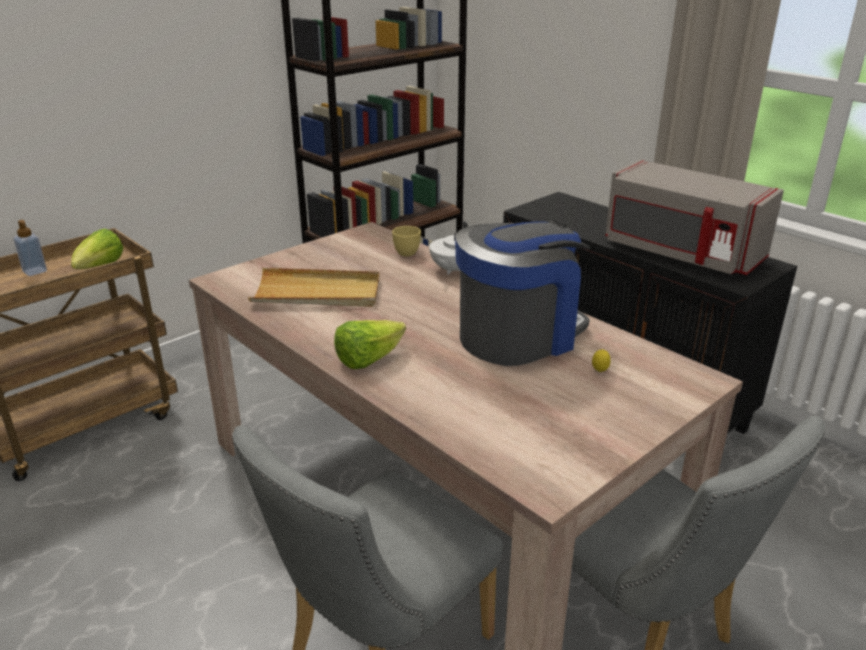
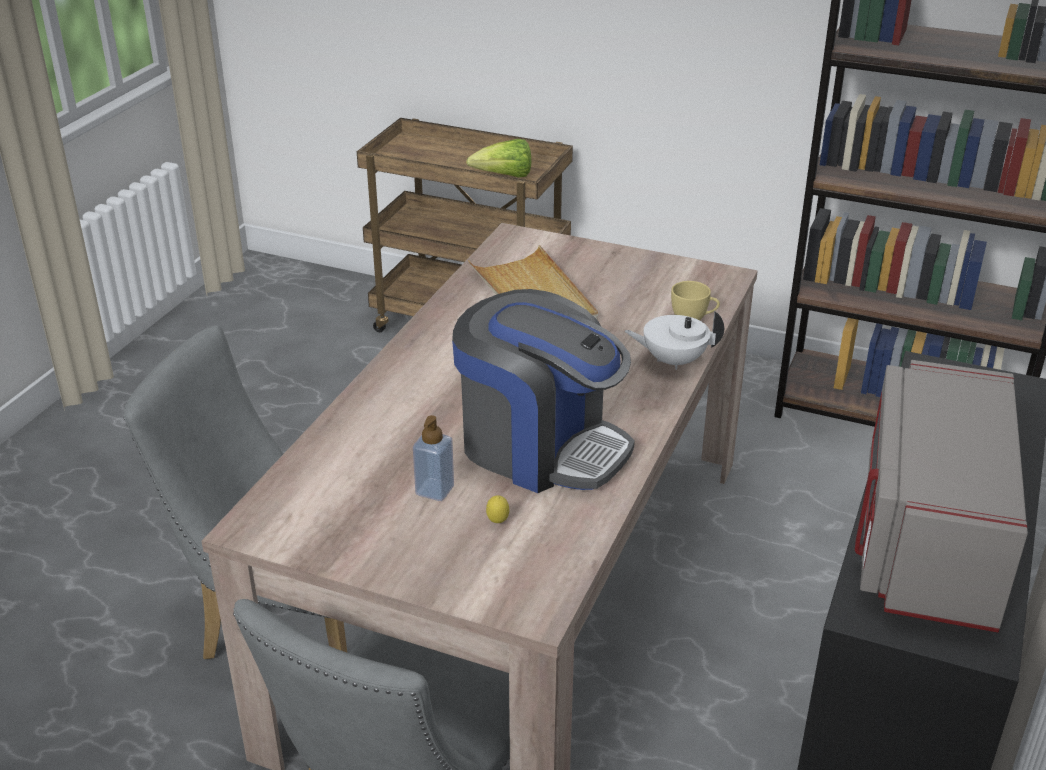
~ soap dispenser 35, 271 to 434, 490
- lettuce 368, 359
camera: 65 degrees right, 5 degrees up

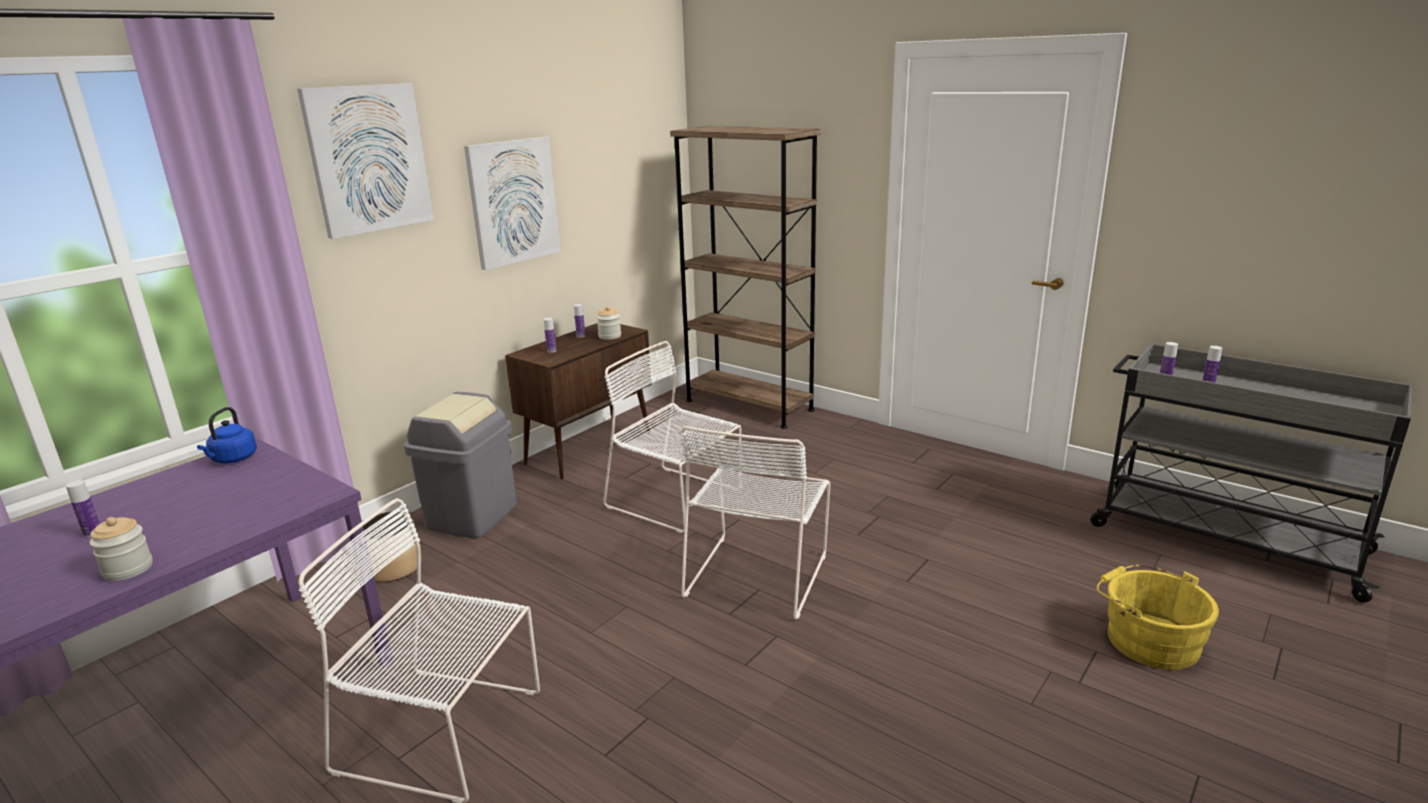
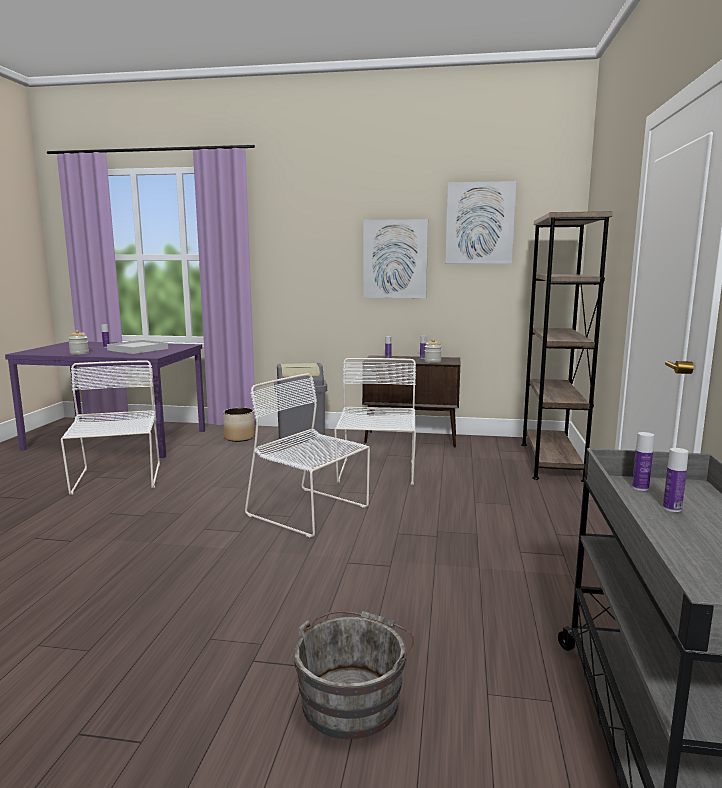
~ wall picture 368, 159 to 479, 223
- water kettle (blue-coloured) 233, 459
~ plain chair (white) 758, 572 = 310, 512 45 degrees clockwise
~ pail (yellowish) 1147, 639 to pail (grey) 353, 698
+ tray (white) 138, 349
camera: 60 degrees right, 10 degrees down

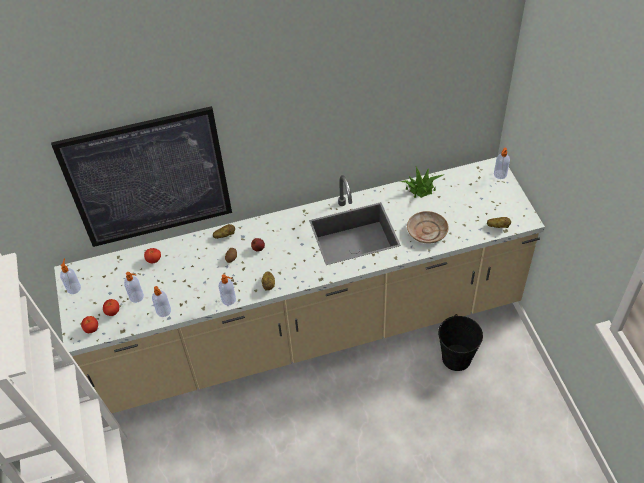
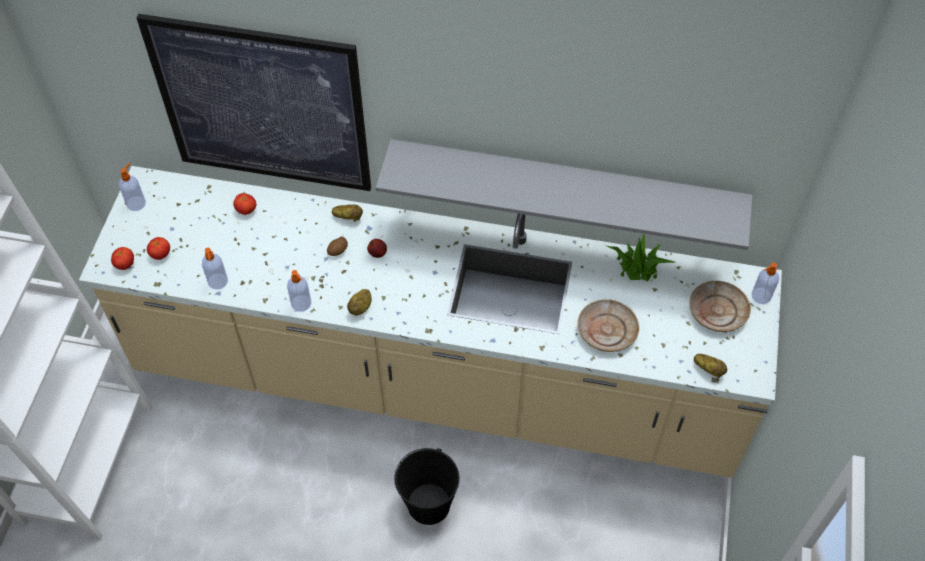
- soap dispenser 137, 297
~ pail (black-coloured) 456, 358 to 429, 504
+ bracket shelf (grey) 566, 185
+ plate (beige) 717, 311
camera: 25 degrees right, 5 degrees up

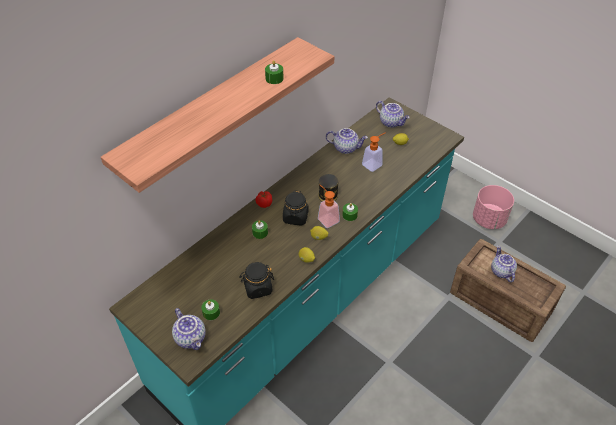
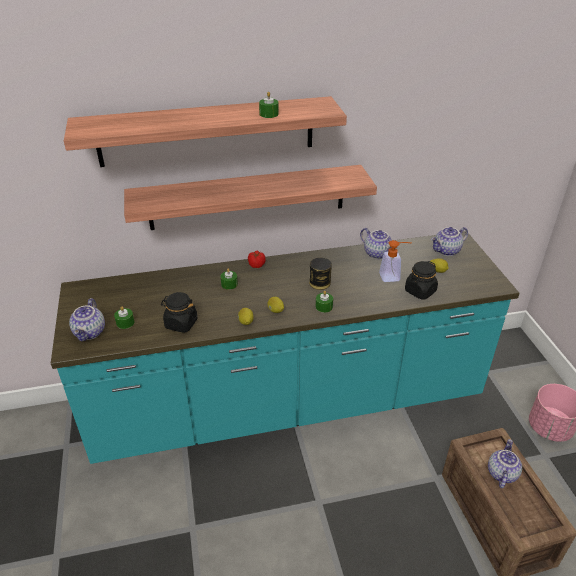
~ tea pot 391, 122 = 447, 251 75 degrees clockwise
- soap dispenser 326, 218
~ jar (black-coloured) 295, 217 to 420, 291
+ bracket shelf 247, 197
camera: 35 degrees right, 10 degrees down

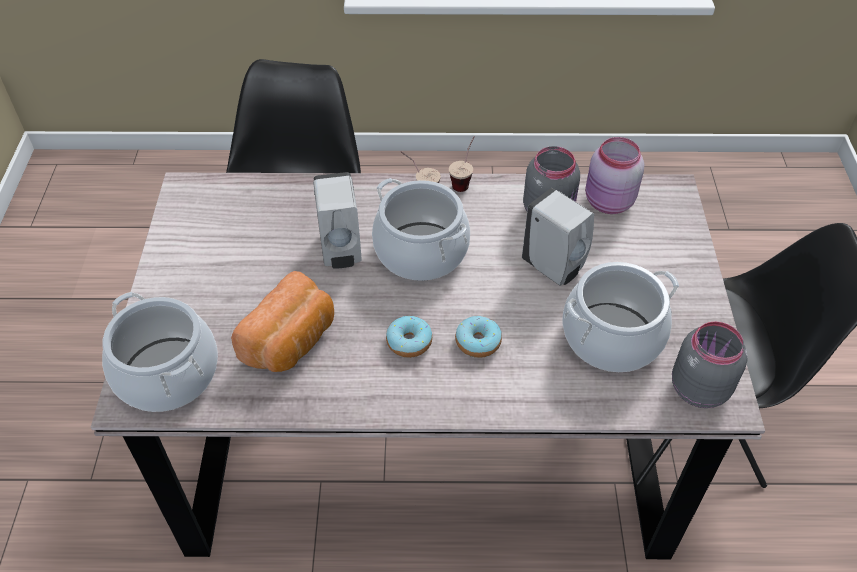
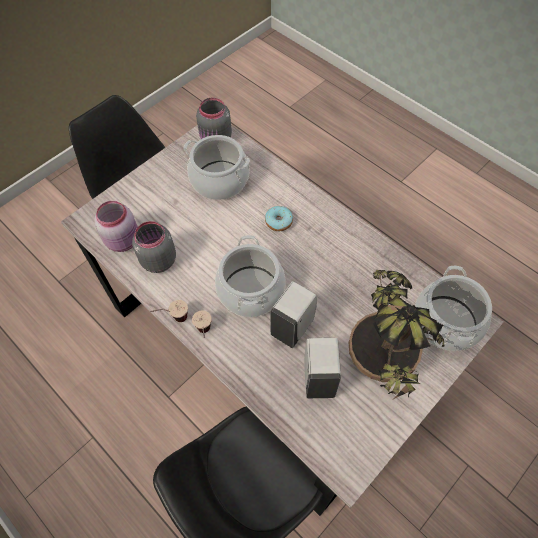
~ soap dispenser (white) 554, 268 to 318, 377
- bakery bread 292, 341
- ring doughnut 409, 342
+ potted plant 375, 376
camera: 135 degrees left, 10 degrees up

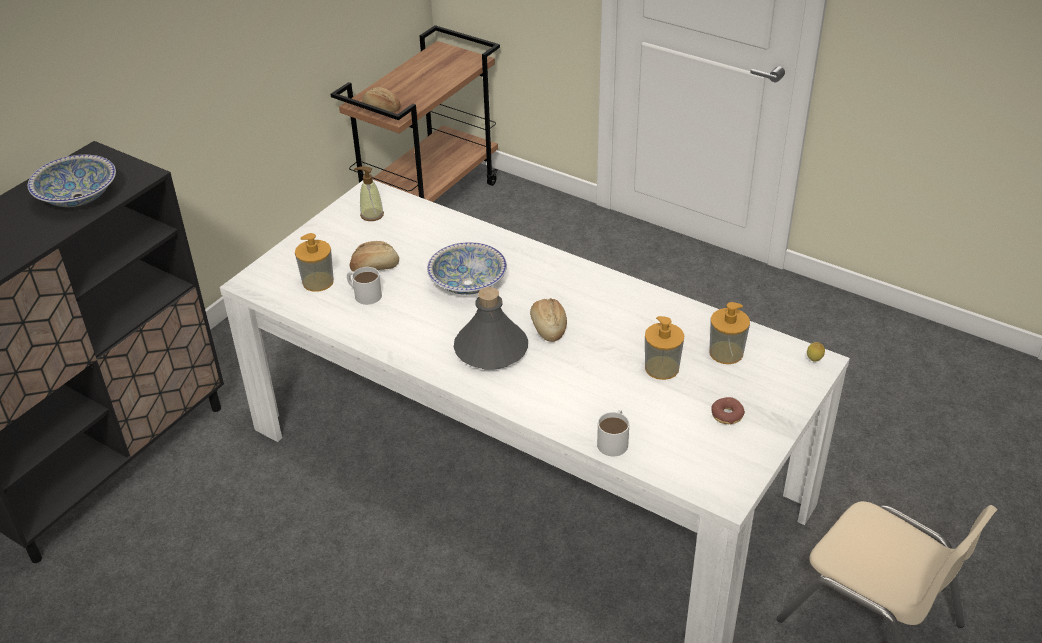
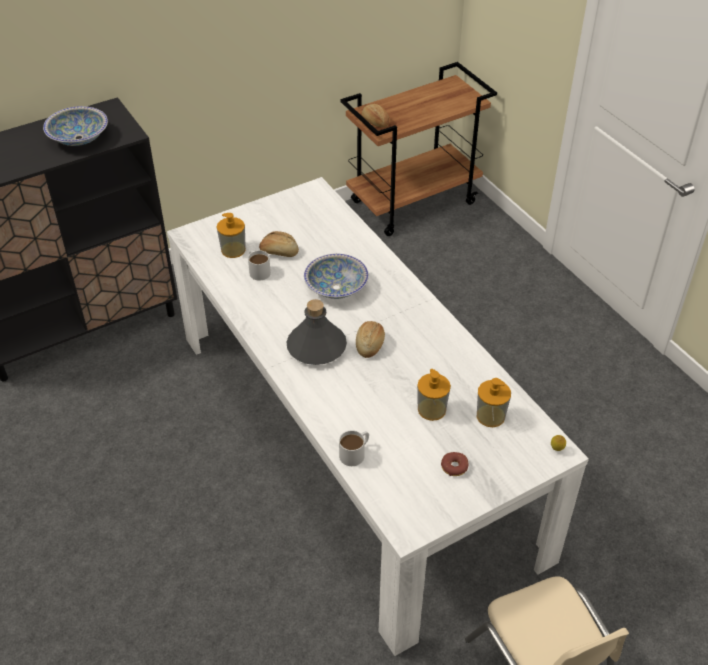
- soap dispenser 371, 215
camera: 25 degrees right, 5 degrees up

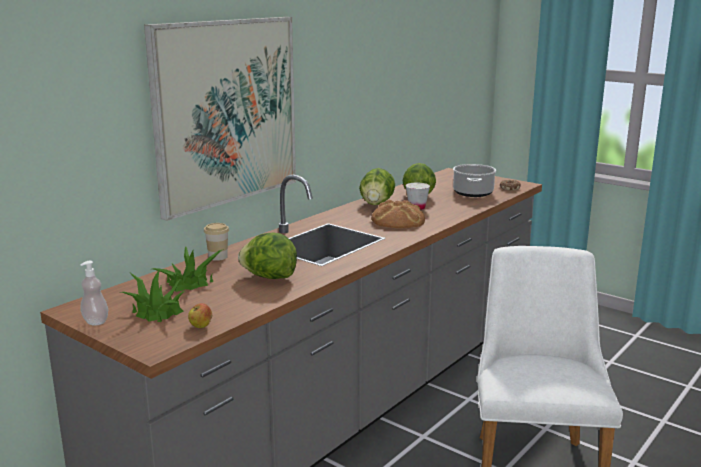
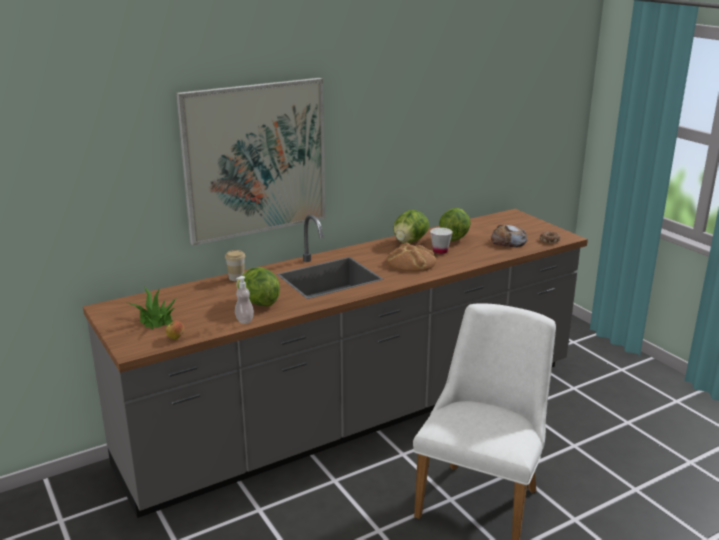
~ cooking pot 473, 193 to bakery bread 508, 241
- potted plant 189, 282
~ soap dispenser 95, 321 to 244, 320
camera: 20 degrees right, 5 degrees up

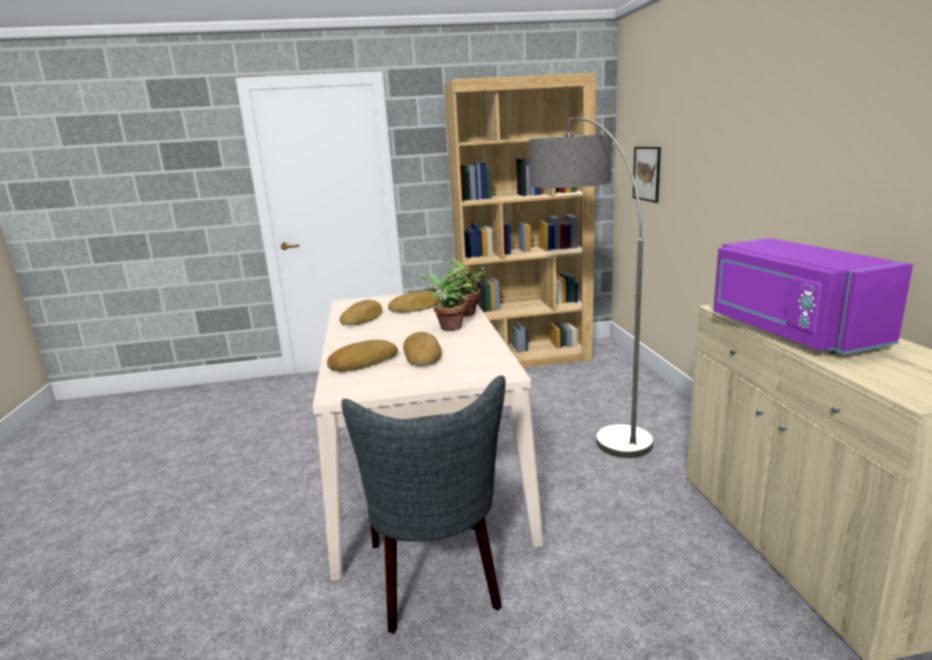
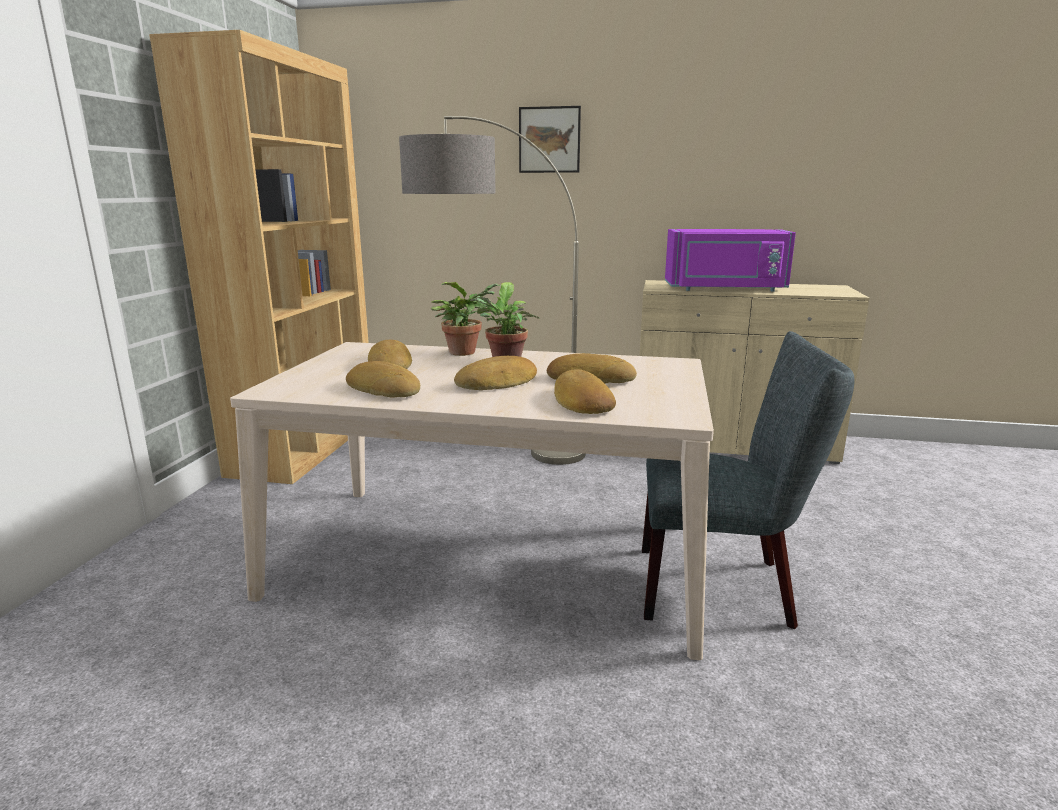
~ wall picture 647, 173 to 549, 140
+ bakery bread 498, 383
camera: 70 degrees left, 0 degrees up

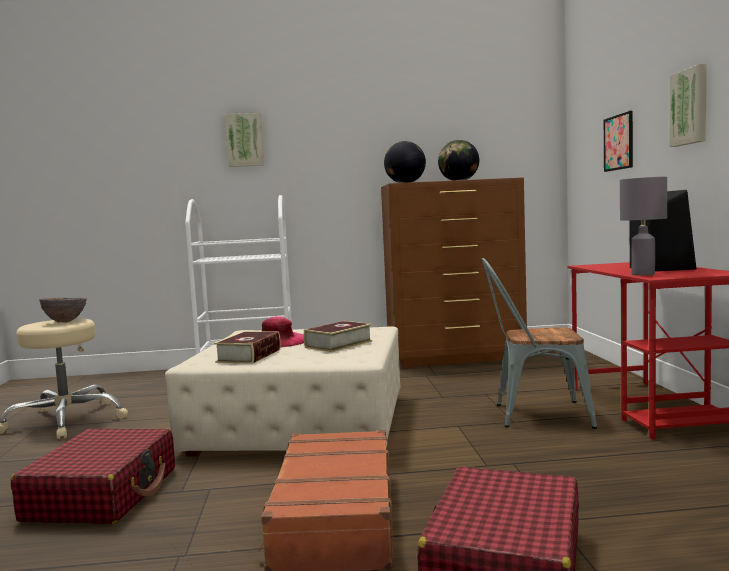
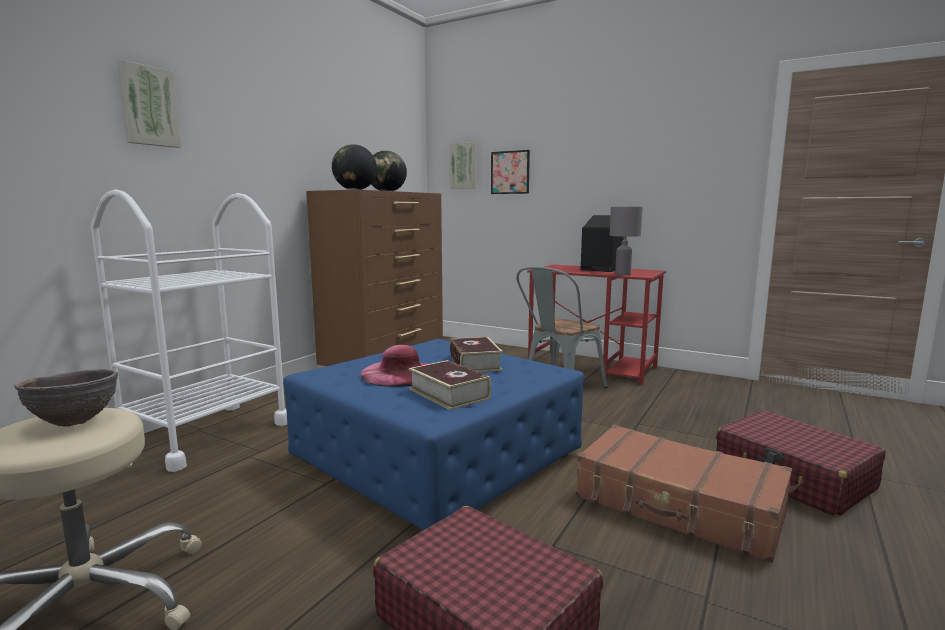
~ wall picture 690, 107 to 464, 166
~ pouffe (beige) 299, 423 to pouffe (blue-coloured) 437, 458
camera: 55 degrees left, 5 degrees up

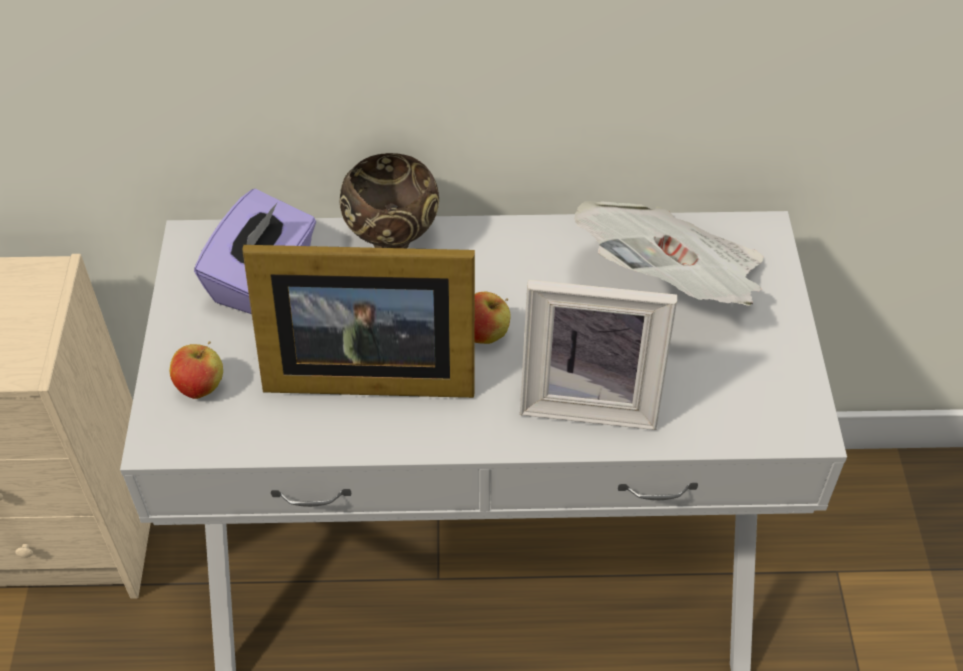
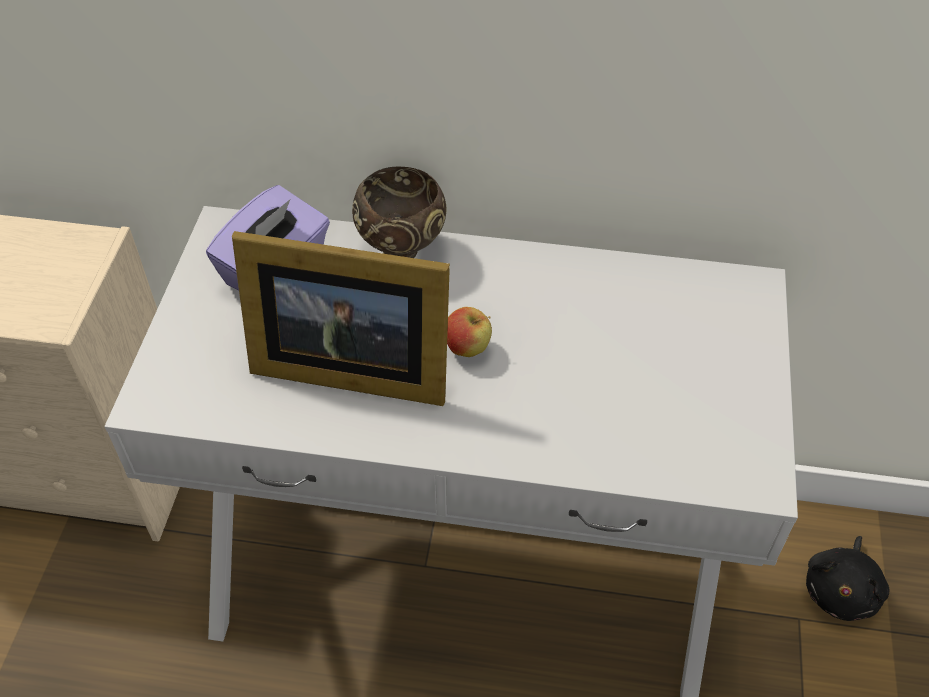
- newspaper 672, 285
- photo frame 590, 398
- apple 201, 387
+ cuddly toy (black-coloured) 841, 590
camera: 10 degrees right, 0 degrees up

